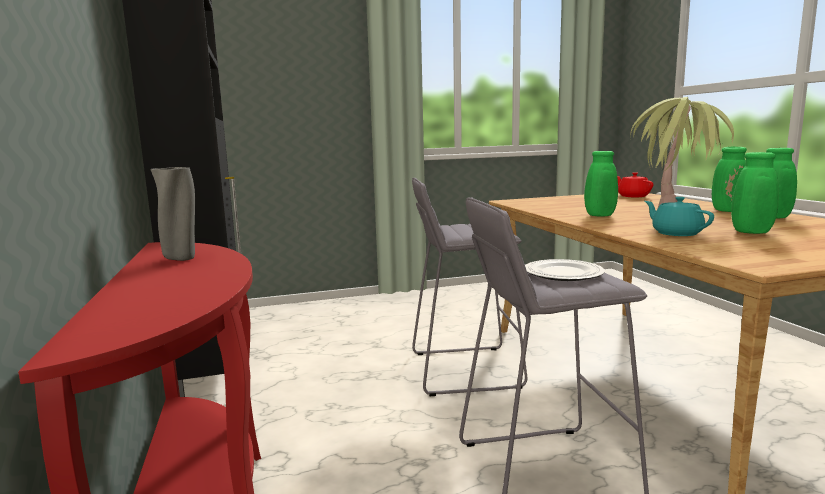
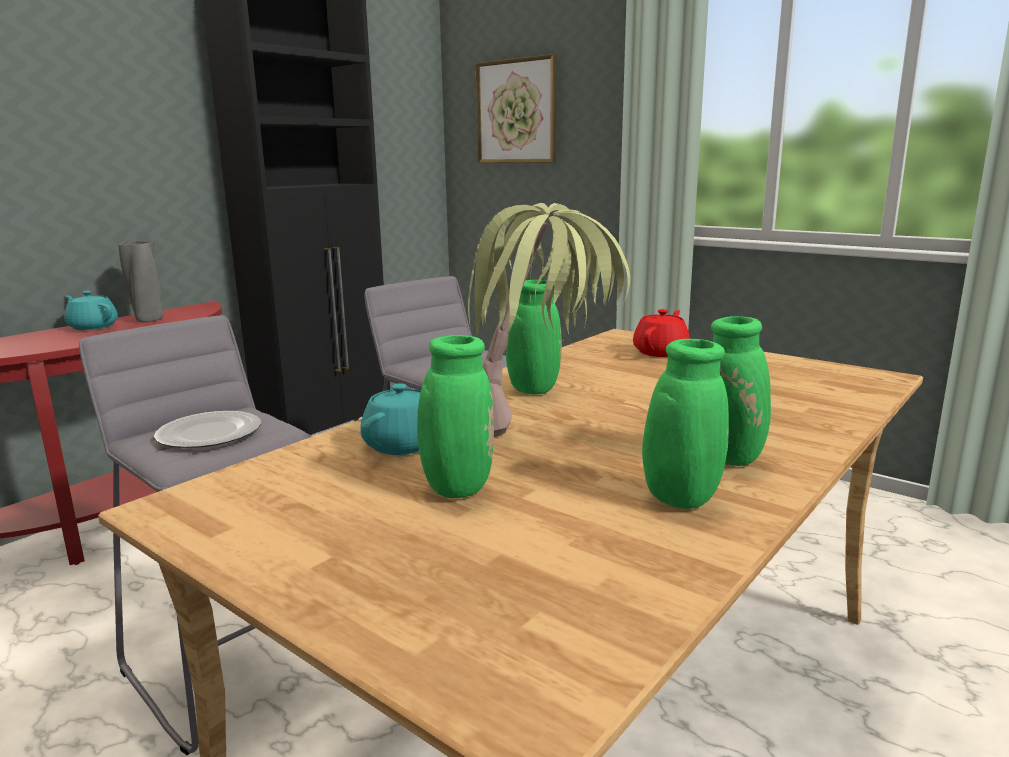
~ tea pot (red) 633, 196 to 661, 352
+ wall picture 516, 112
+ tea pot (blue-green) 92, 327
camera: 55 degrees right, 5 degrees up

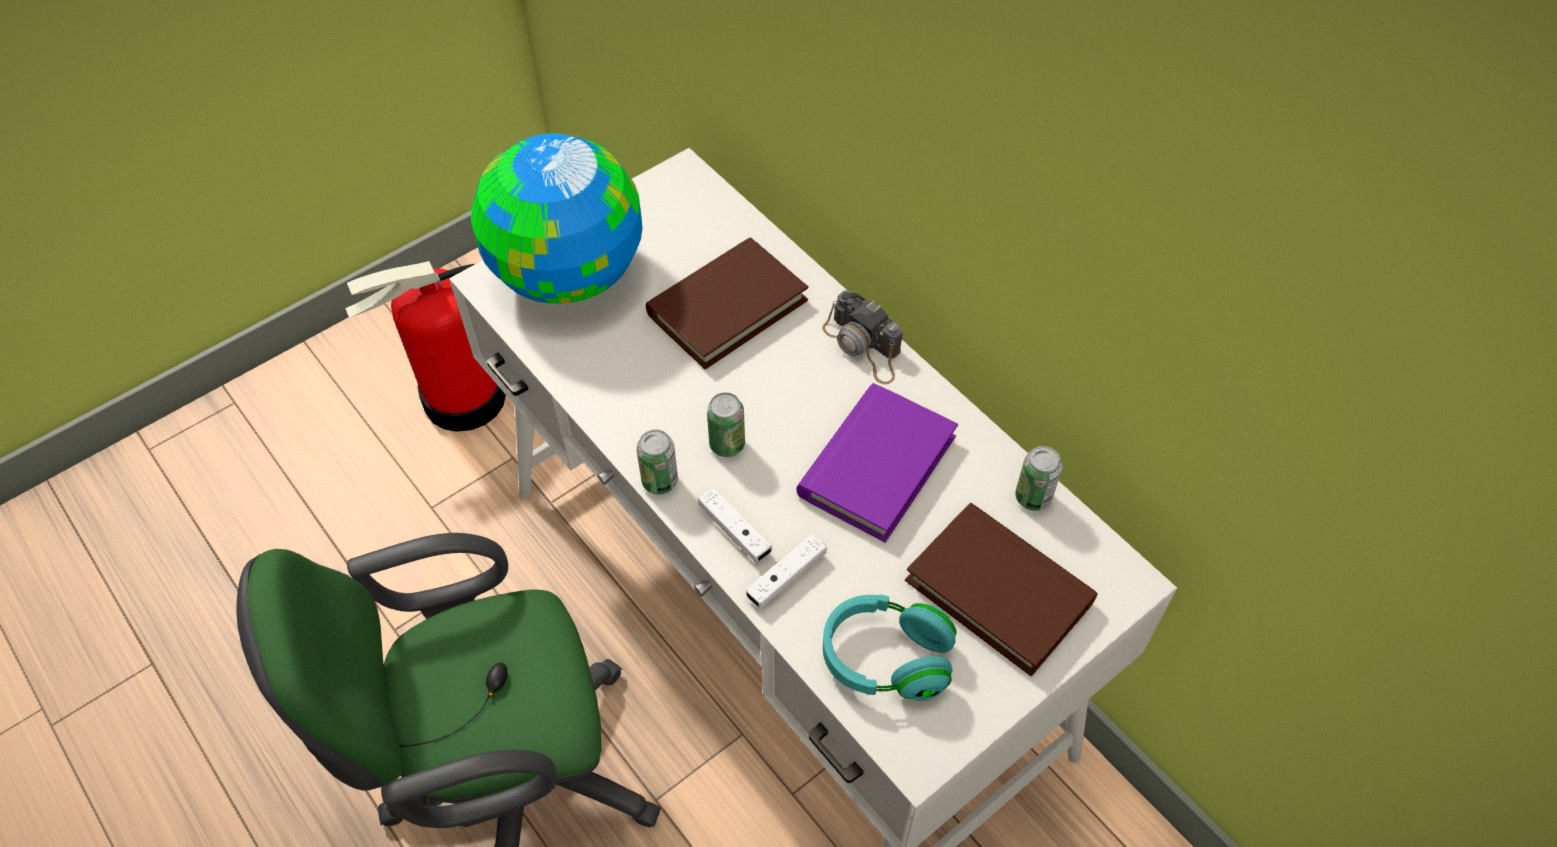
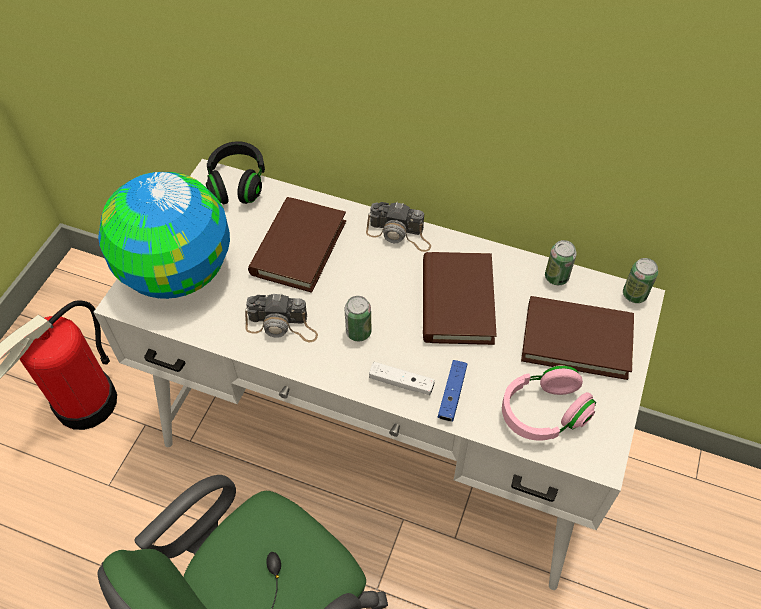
~ bound book (purple-coloured) 877, 466 to bound book (brown-coloured) 457, 301
~ metal can 660, 481 to 634, 294
~ game controller (white) 786, 577 to game controller (blue-coloured) 452, 394
~ headset (blue-green) 886, 659 to headset (pinkish) 543, 413
+ headset (black-coloured) 237, 184
+ photo camera 282, 325
camera: 30 degrees left, 0 degrees up

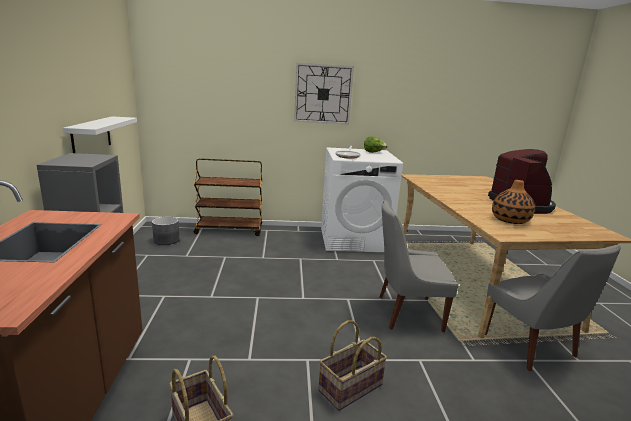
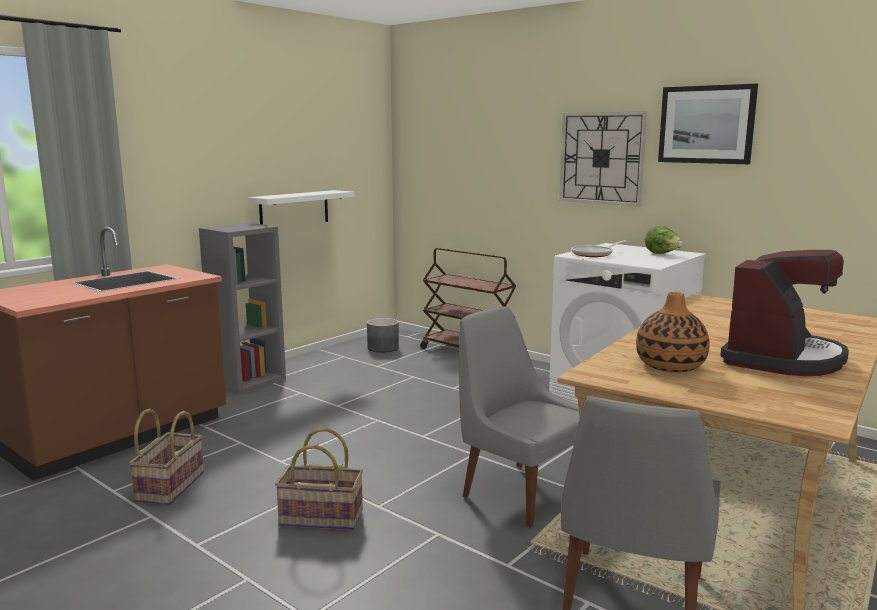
+ wall picture 706, 124
camera: 45 degrees right, 5 degrees down

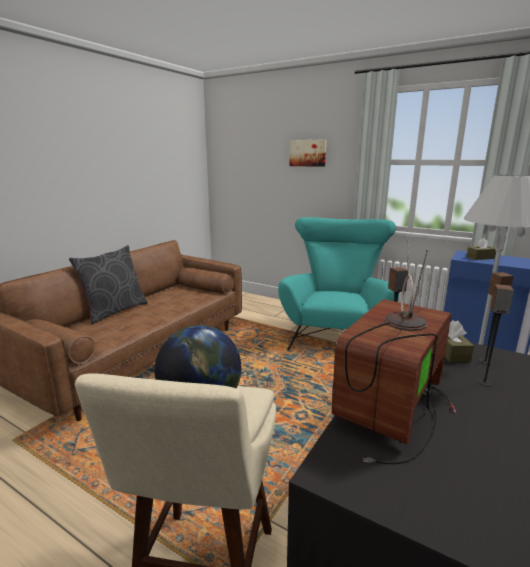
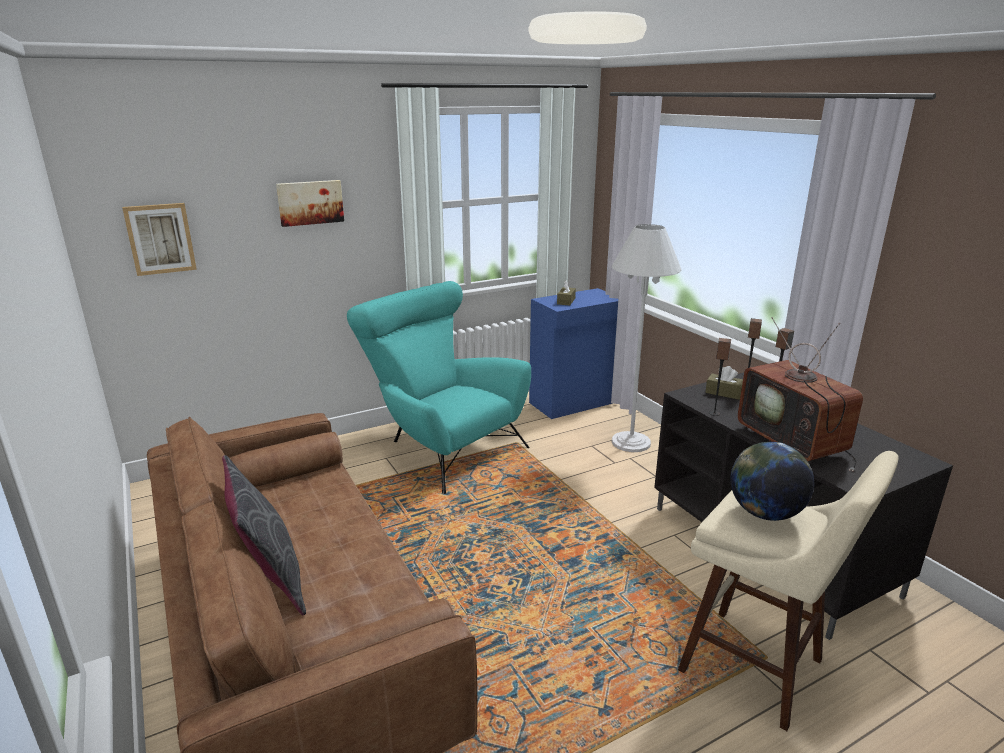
+ wall picture 160, 238
camera: 60 degrees left, 5 degrees up

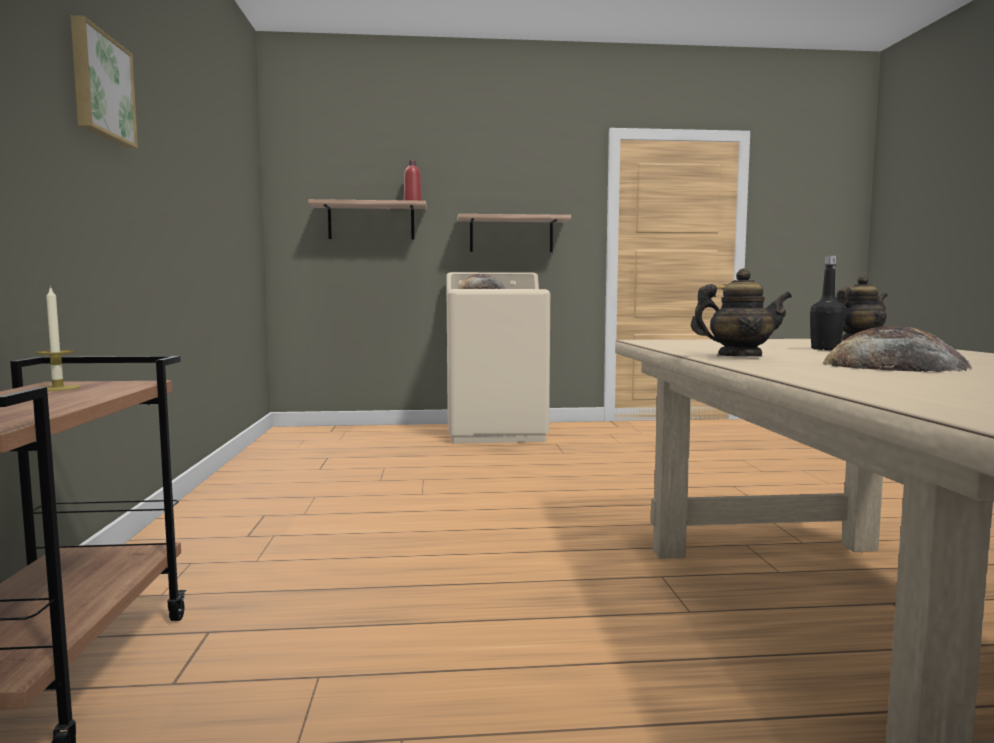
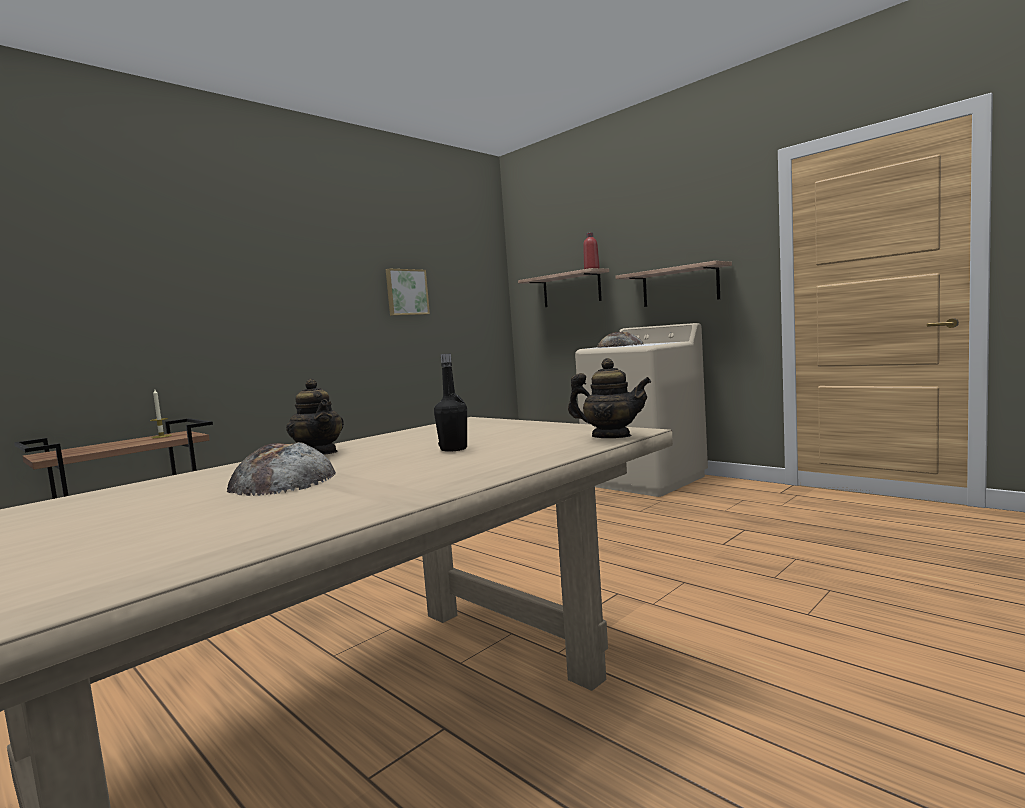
~ wall picture 100, 87 to 406, 292
camera: 50 degrees right, 0 degrees up

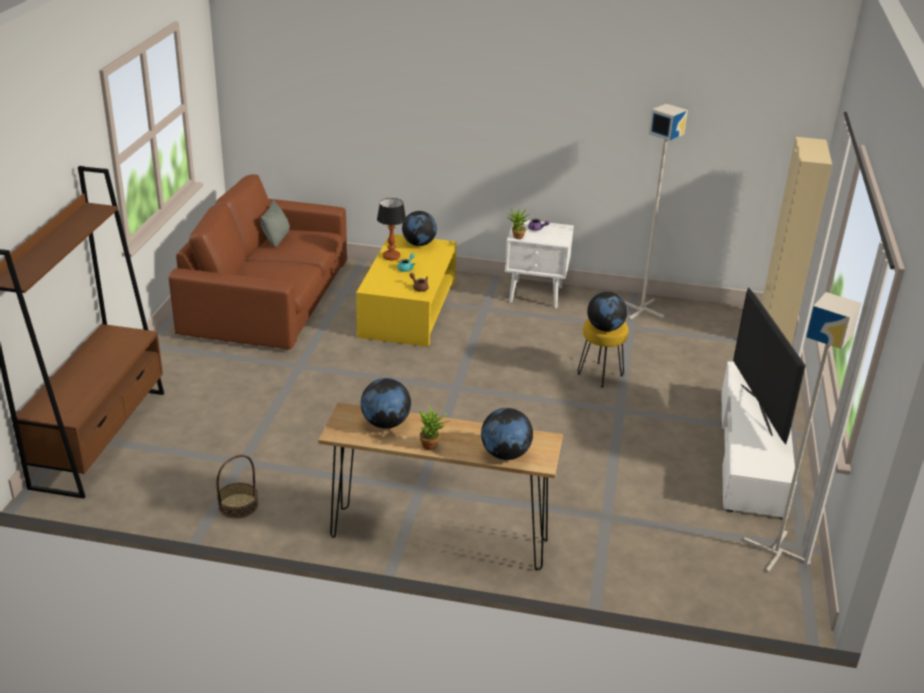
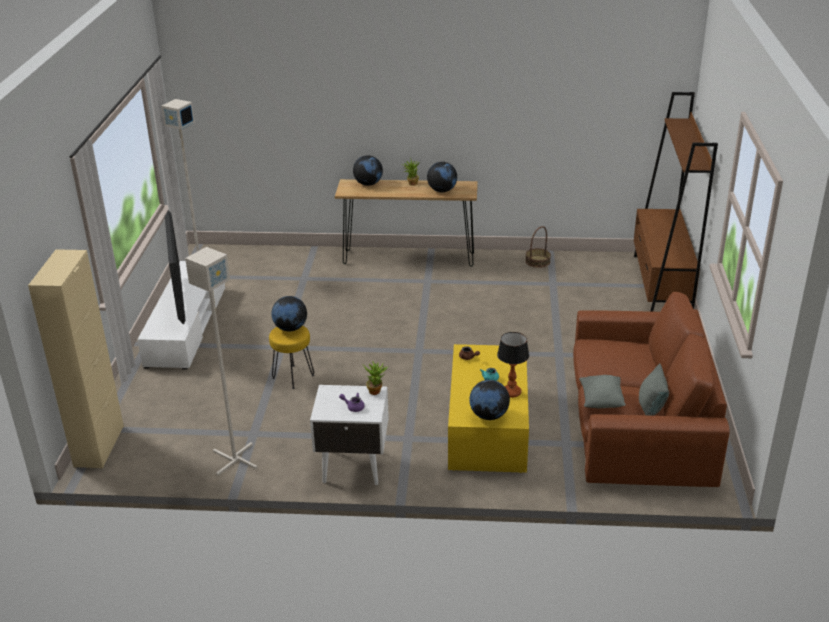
+ throw pillow (grey) 601, 401
camera: 175 degrees right, 0 degrees up

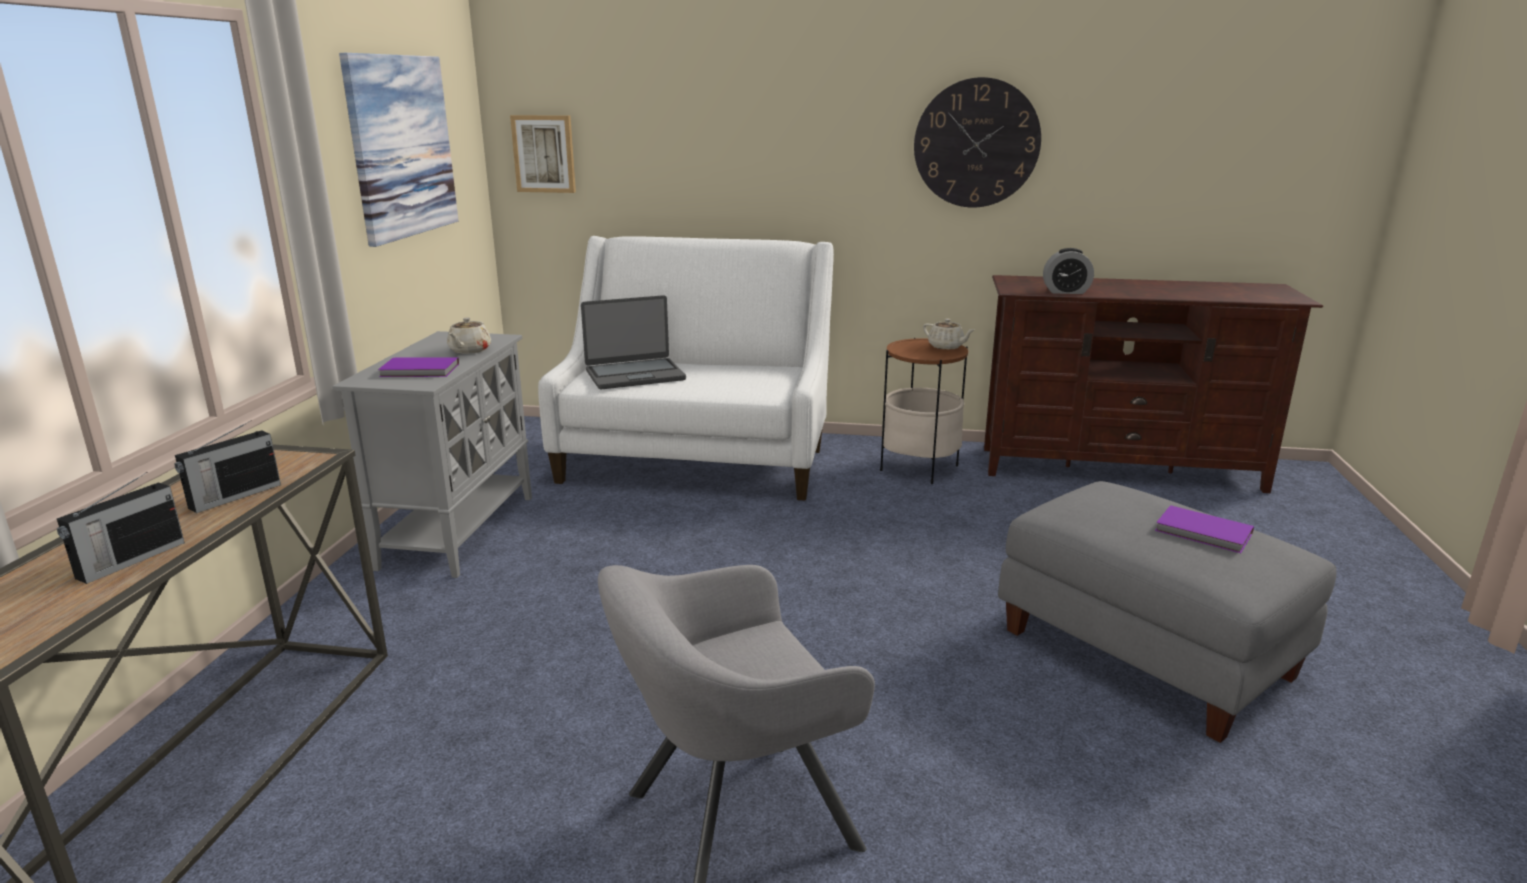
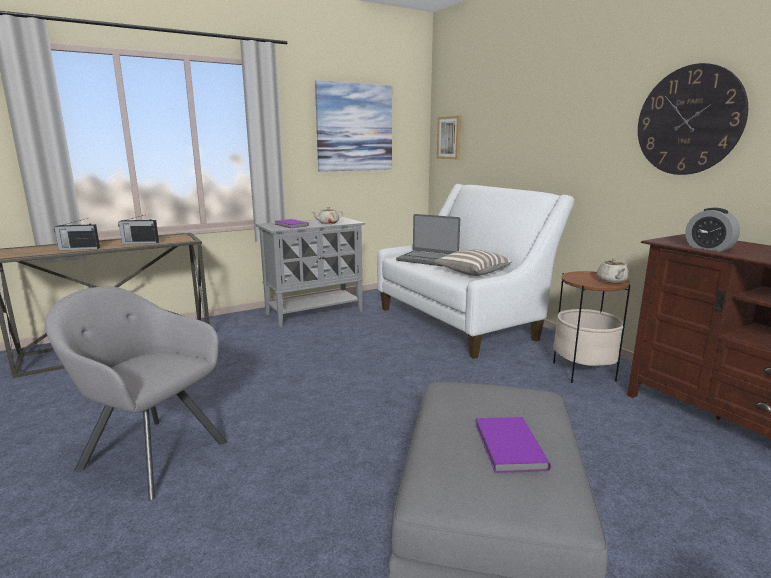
+ throw pillow 471, 273
camera: 50 degrees right, 5 degrees down

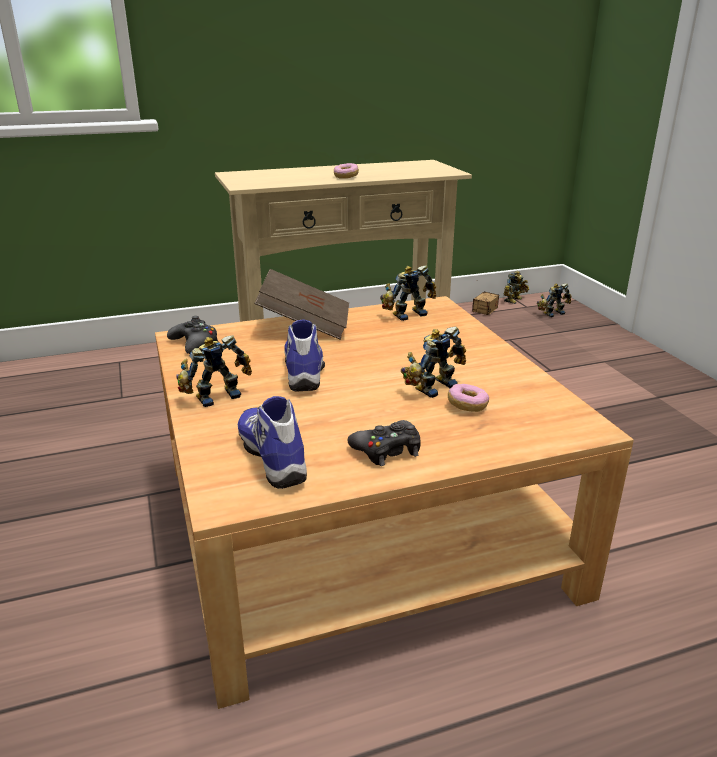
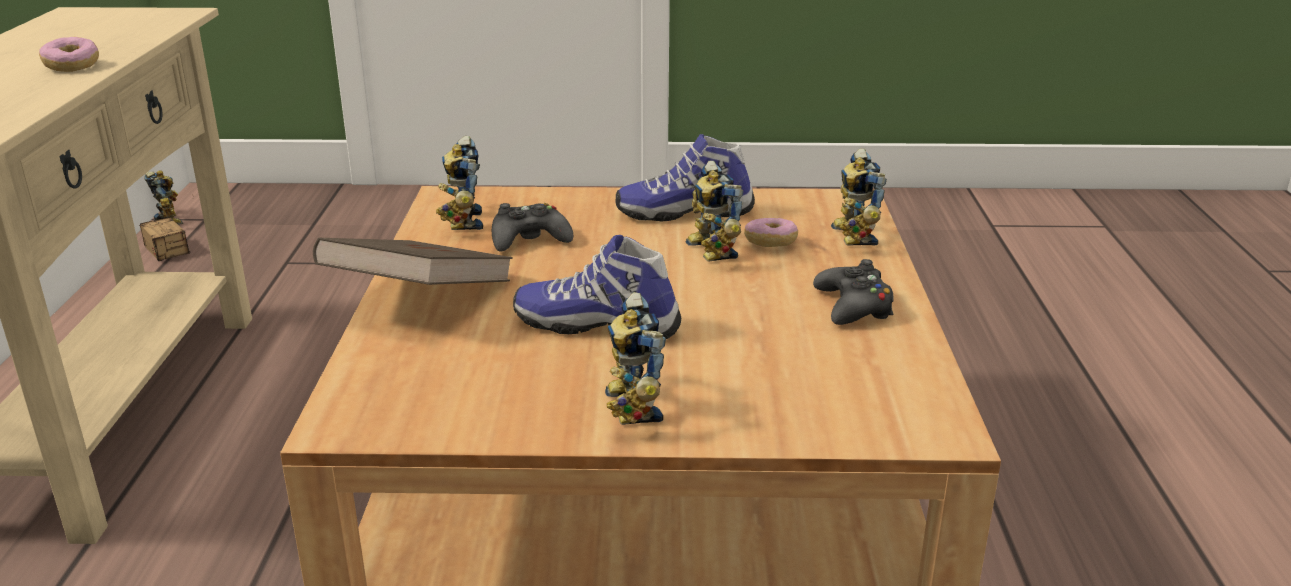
~ toy robot 552, 313 to 850, 236
~ game controller (black-coloured) 194, 343 to 529, 239
~ shoe 275, 456 to 684, 212
camera: 70 degrees left, 0 degrees up

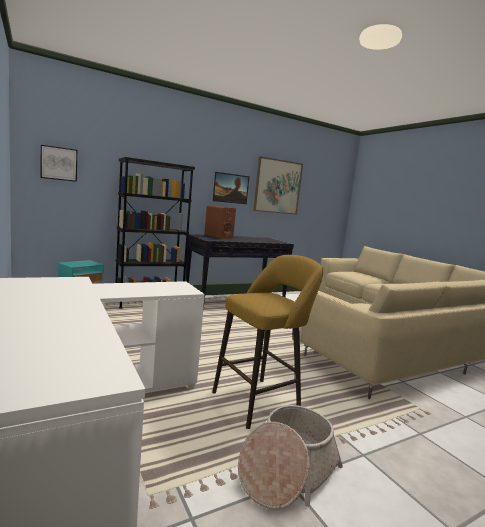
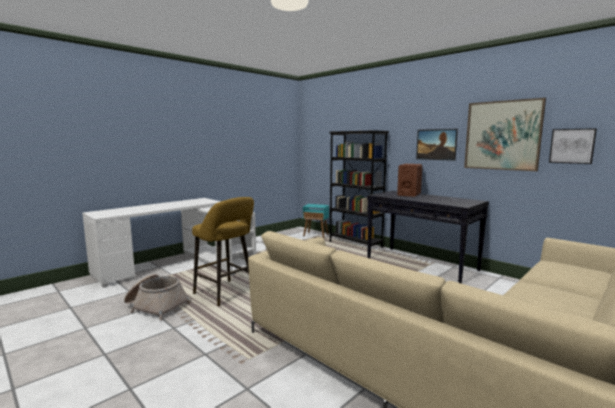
~ wall picture 59, 163 to 572, 146
camera: 75 degrees right, 0 degrees up

